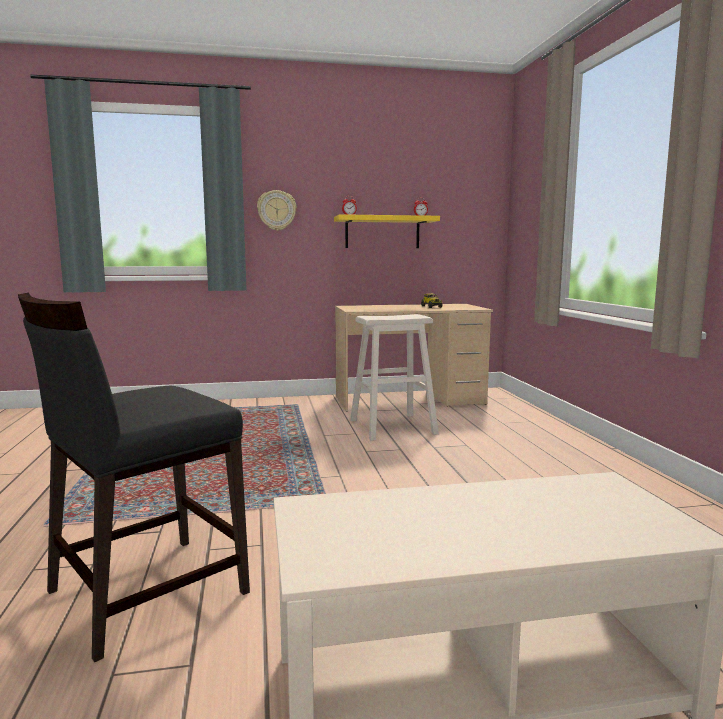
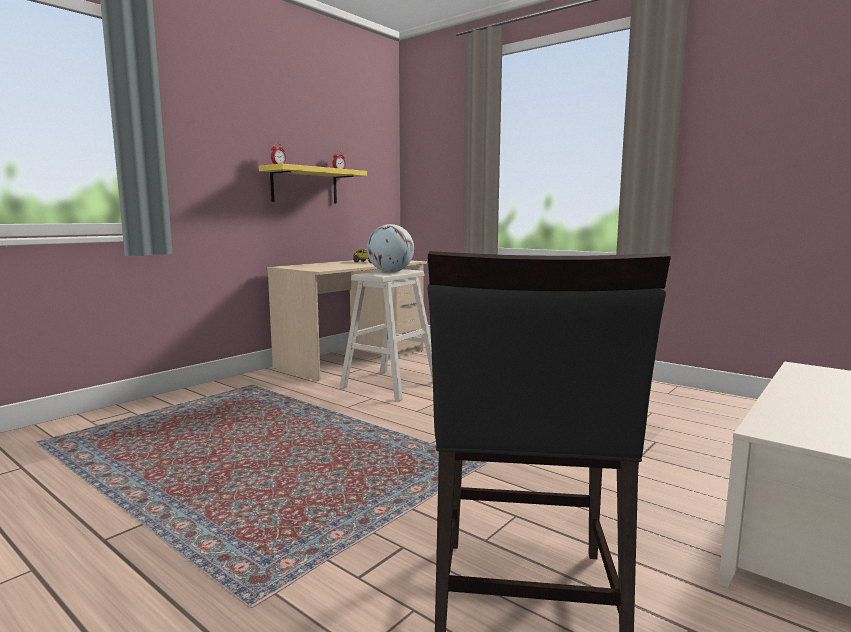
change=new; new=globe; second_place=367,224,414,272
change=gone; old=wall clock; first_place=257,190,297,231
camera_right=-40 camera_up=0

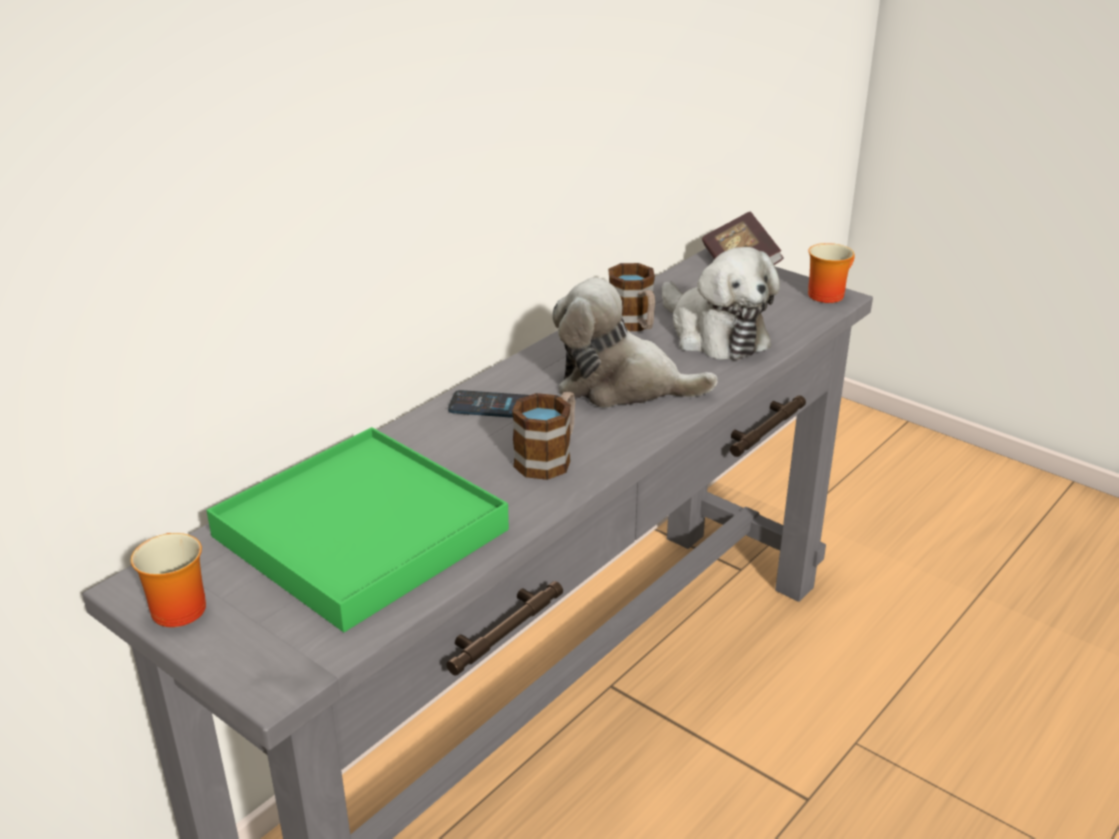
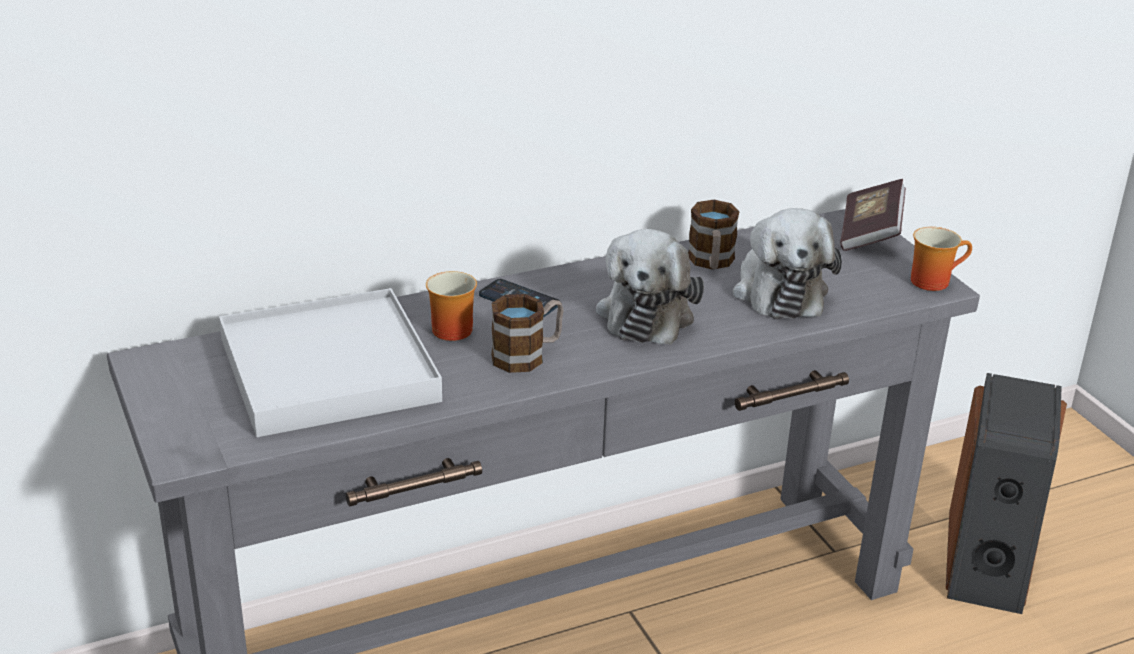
change=repainted; old=green tray; new=white tray; first_place=207,427,509,632; second_place=219,288,442,437
change=shifted; old=mug; first_place=131,533,206,627; second_place=426,271,477,341
change=rotated; old=plush toy; first_place=552,277,718,408; second_place=596,229,704,345; degrees=-120
change=new; new=speaker; second_place=946,373,1067,614
camera_right=25 camera_up=0

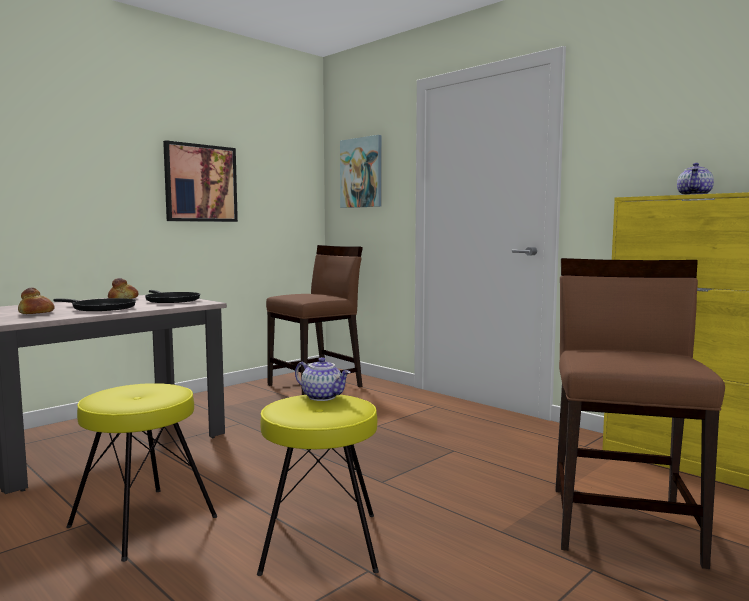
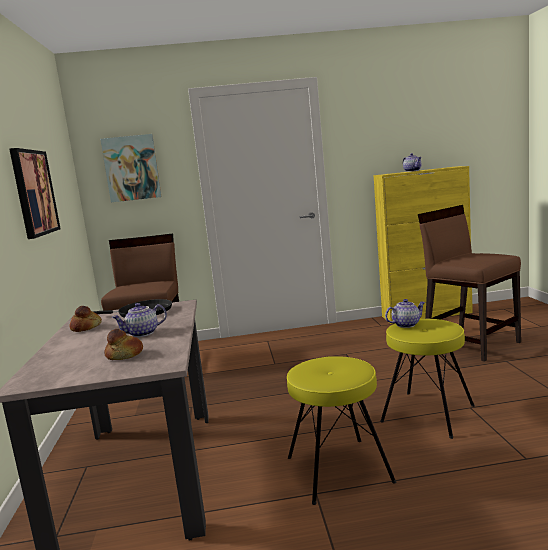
change=swapped; old=black frying pan; new=teapot; first_place=53,298,136,311; second_place=112,303,167,337
camera_right=-50 camera_up=5

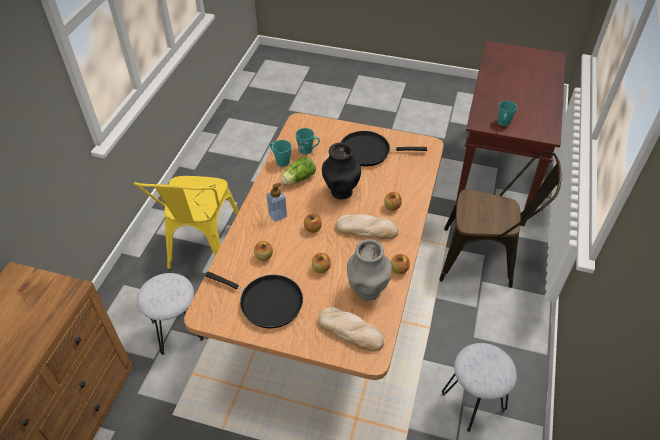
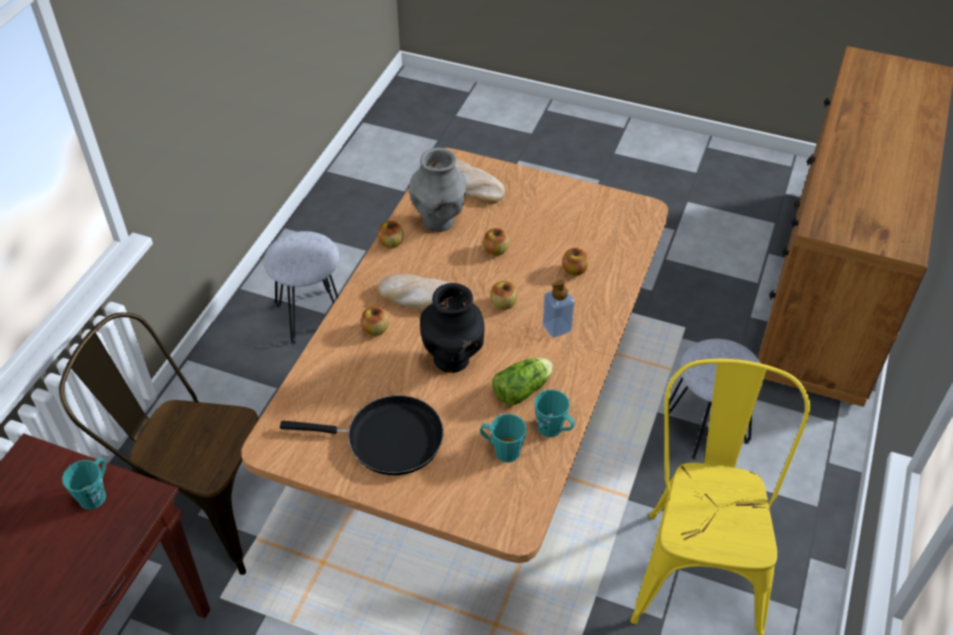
change=gone; old=black frying pan; first_place=205,271,303,328
camera_right=-175 camera_up=0

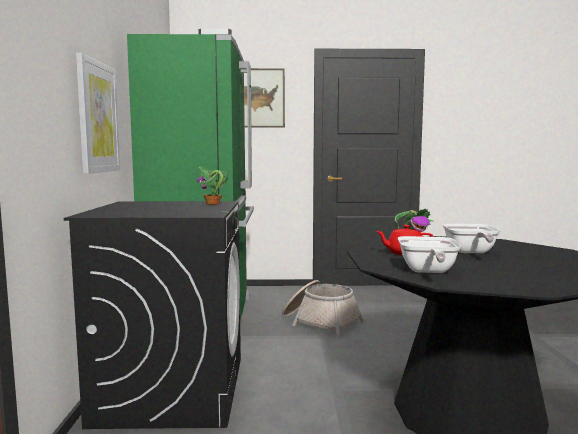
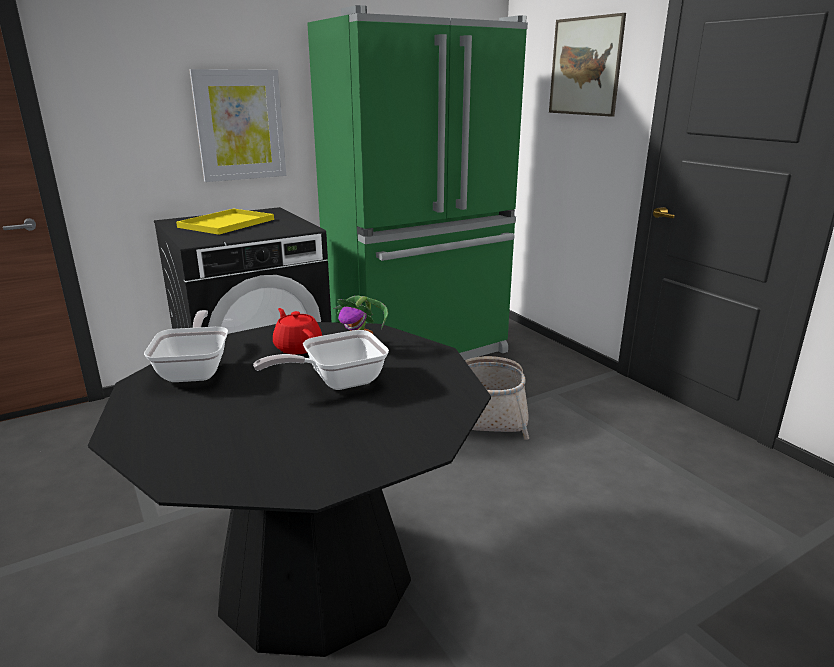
change=rotated; old=frying pan; first_place=398,236,462,273; second_place=144,310,228,382; degrees=105
change=new; new=yellow tray; second_place=176,209,274,235
change=gone; old=potted plant; first_place=197,167,228,205
camera_right=60 camera_up=15

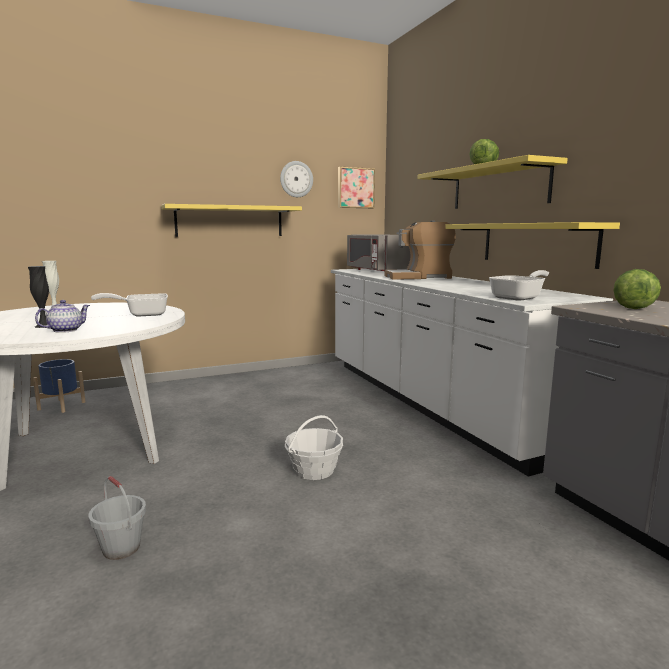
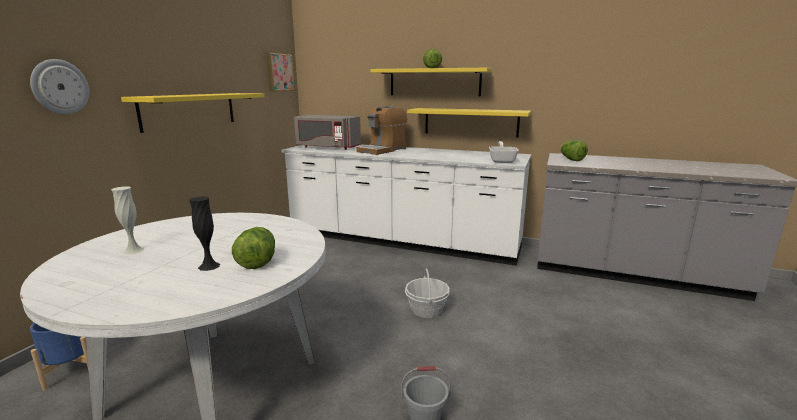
change=shifted; old=wall clock; first_place=280,161,313,197; second_place=30,59,89,114
change=swapped; old=teapot; new=lettuce; first_place=35,300,90,333; second_place=232,227,275,269
change=gone; old=frying pan; first_place=91,293,168,317
camera_right=-45 camera_up=5

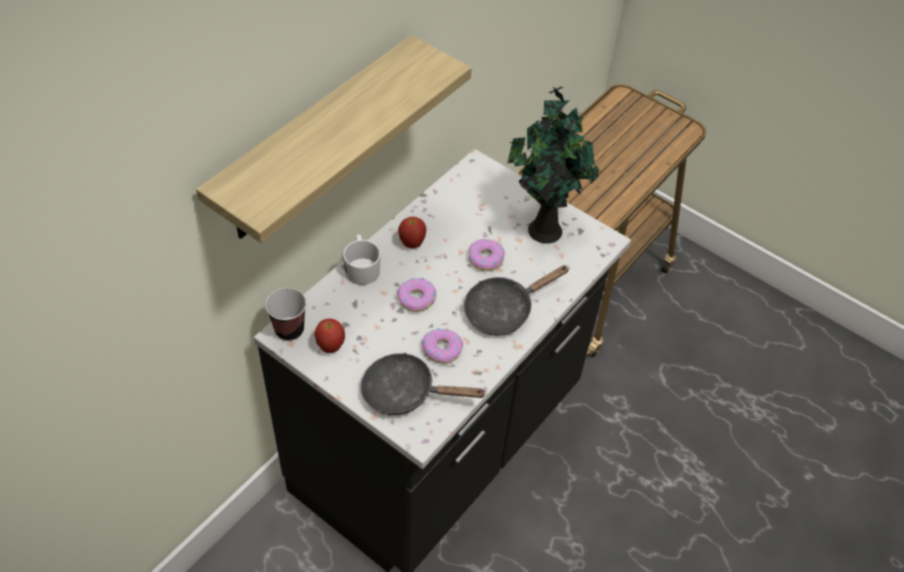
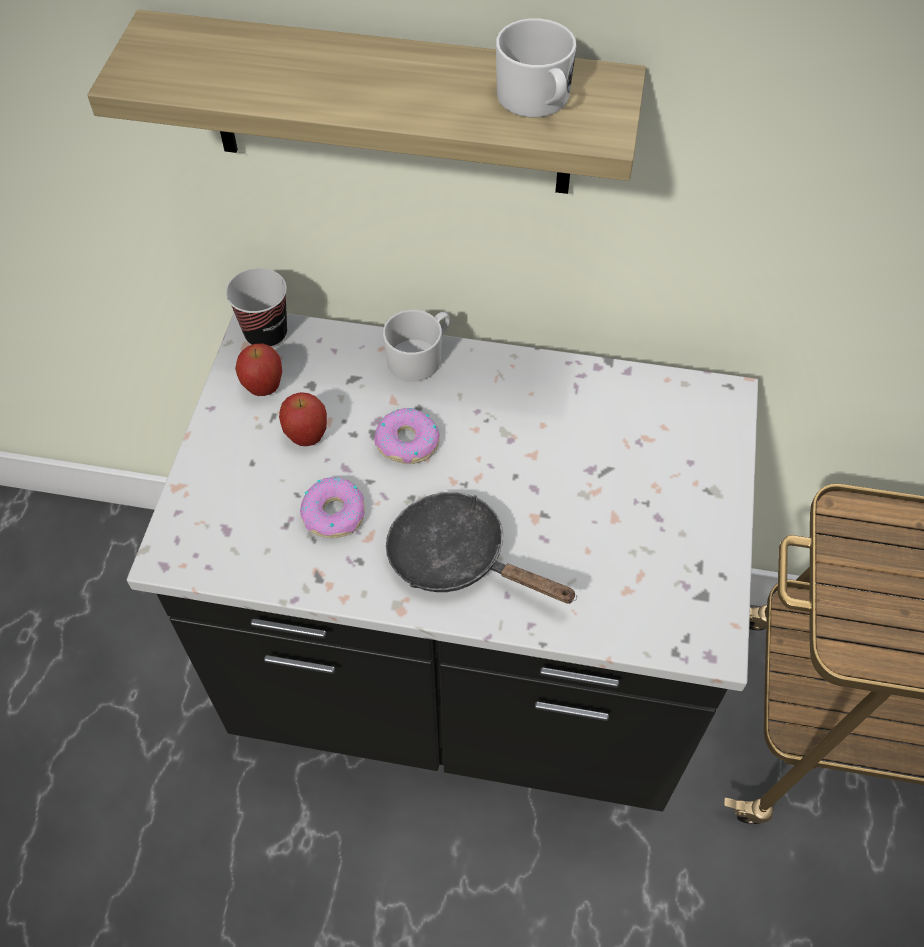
change=shifted; old=apple; first_place=398,216,427,248; second_place=279,392,327,446
change=new; new=white mug; second_place=496,18,577,117
change=gone; old=black frying pan; first_place=360,352,487,415
change=gone; old=donut; first_place=469,239,505,271
change=gone; old=potted plant; first_place=507,87,599,244
camera_right=65 camera_up=5

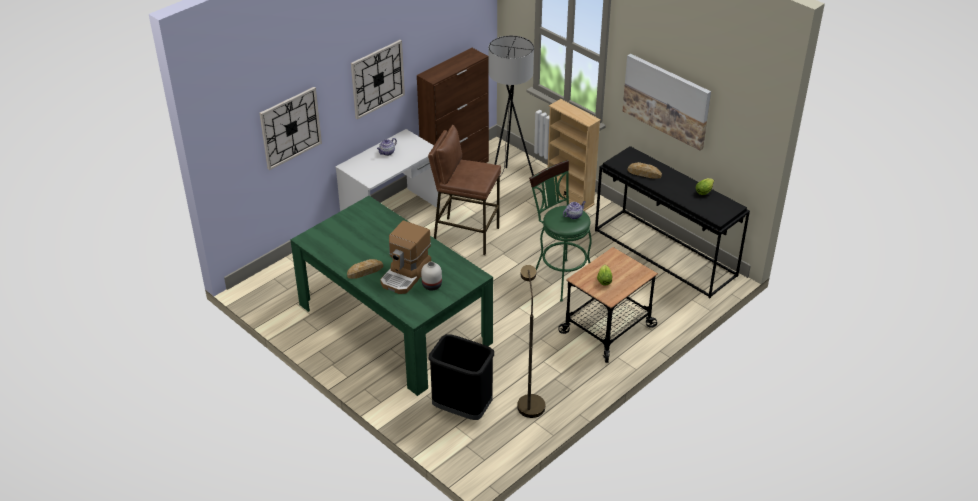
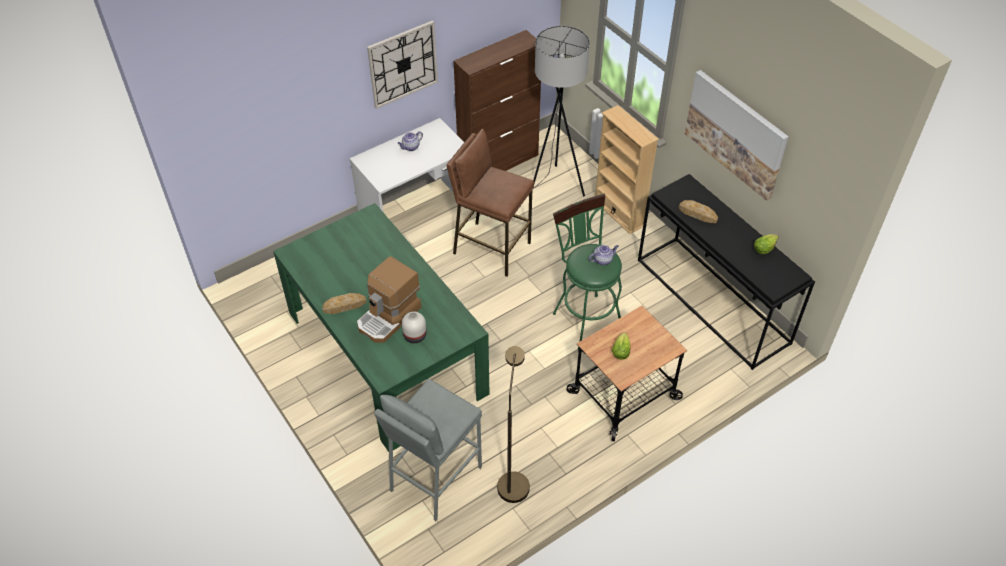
change=swapped; old=black trash can; new=grey stool; first_place=429,334,494,420; second_place=374,379,482,521
change=gone; old=wall clock; first_place=259,87,322,170
camera_right=10 camera_up=10

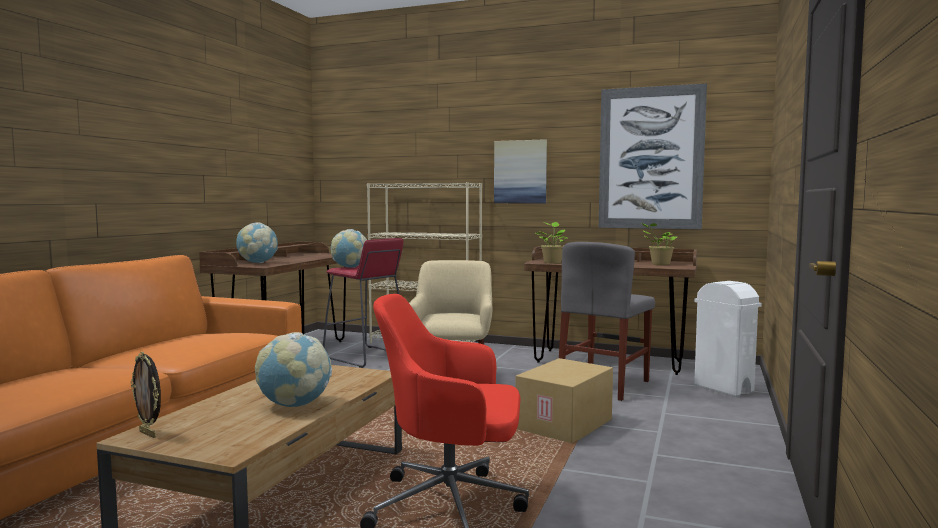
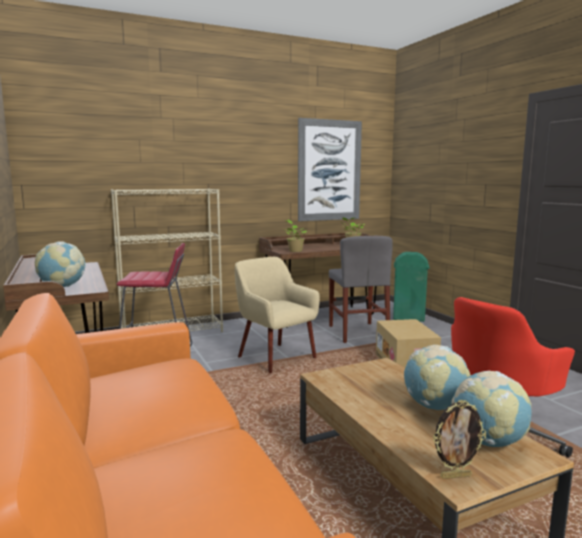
change=repainted; old=white trash can; new=green trash can; first_place=694,281,761,397; second_place=393,252,429,322
change=shifted; old=globe; first_place=331,229,367,268; second_place=451,371,532,447
change=gone; old=picture; first_place=494,139,547,203
camera_right=-45 camera_up=5

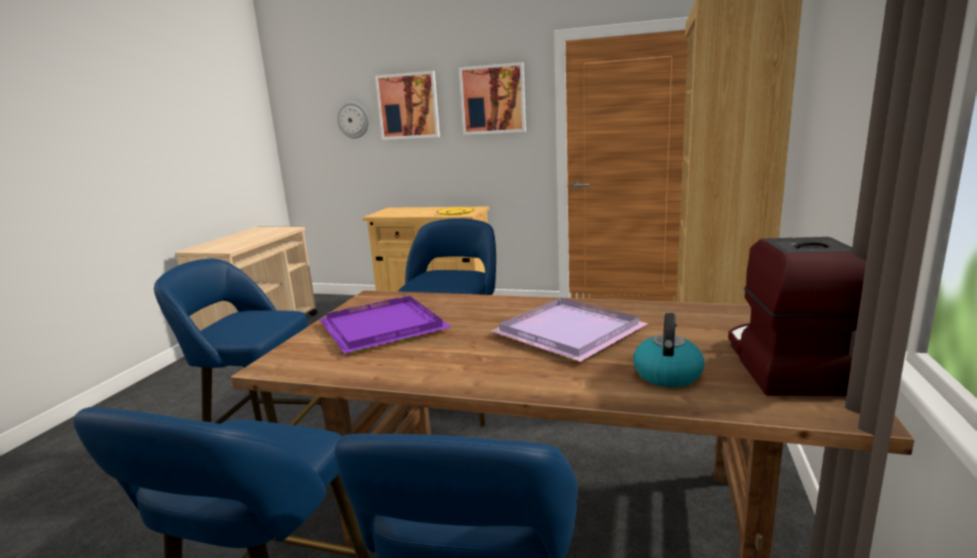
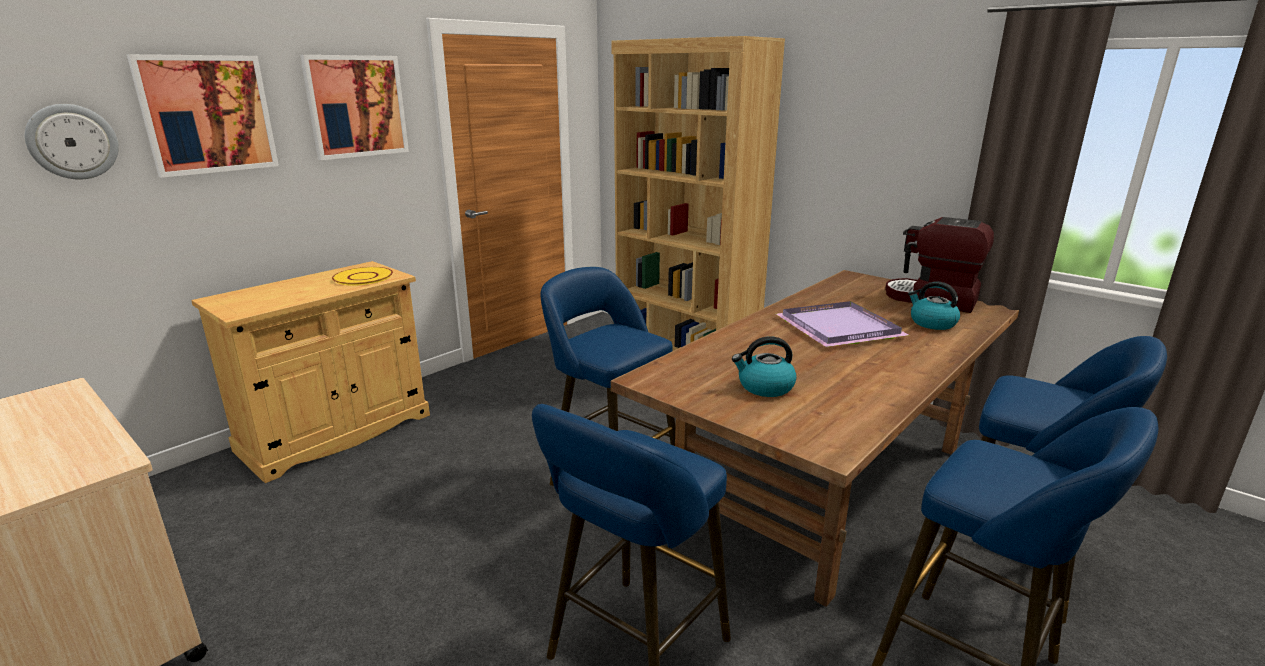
change=swapped; old=purple tray; new=kettle; first_place=320,296,451,353; second_place=732,336,797,397
camera_right=-65 camera_up=5

